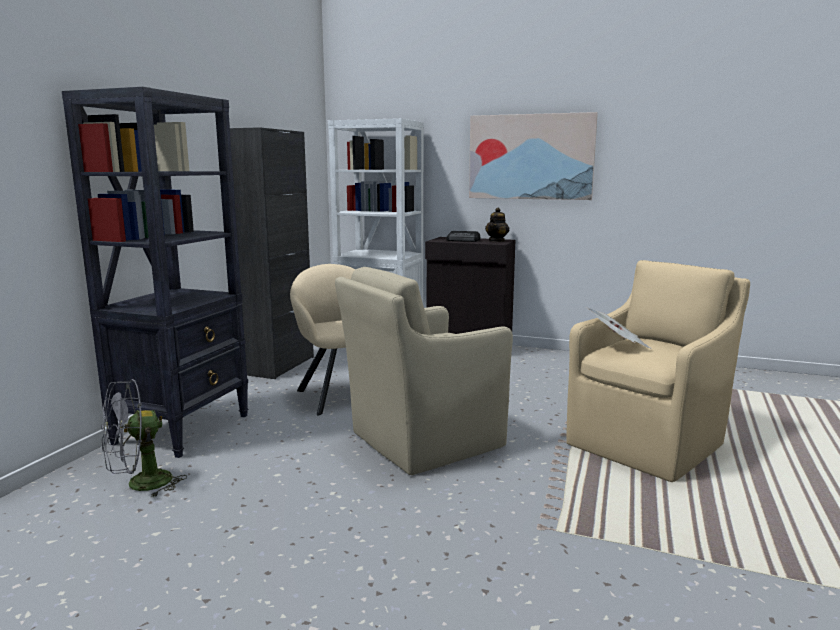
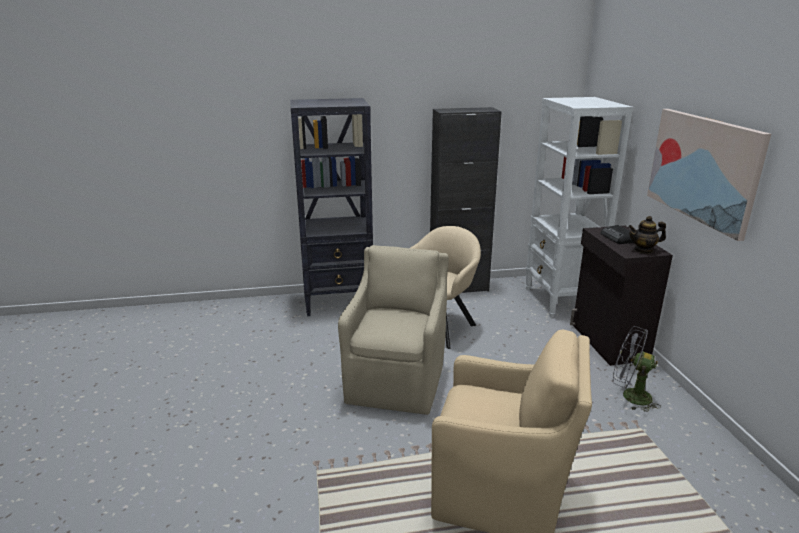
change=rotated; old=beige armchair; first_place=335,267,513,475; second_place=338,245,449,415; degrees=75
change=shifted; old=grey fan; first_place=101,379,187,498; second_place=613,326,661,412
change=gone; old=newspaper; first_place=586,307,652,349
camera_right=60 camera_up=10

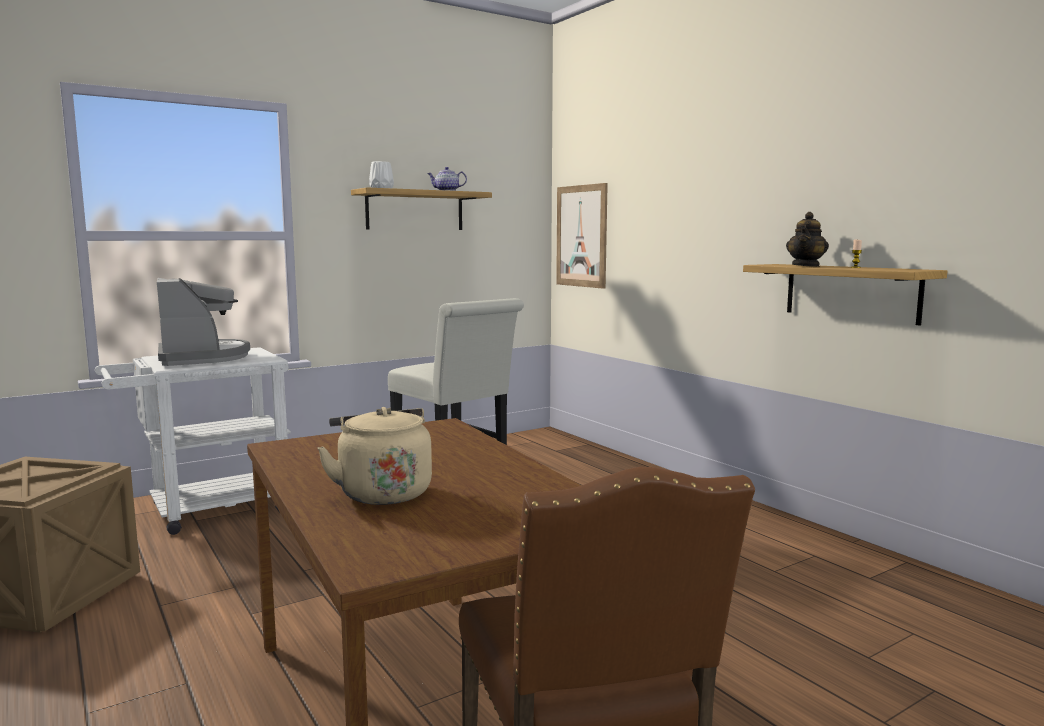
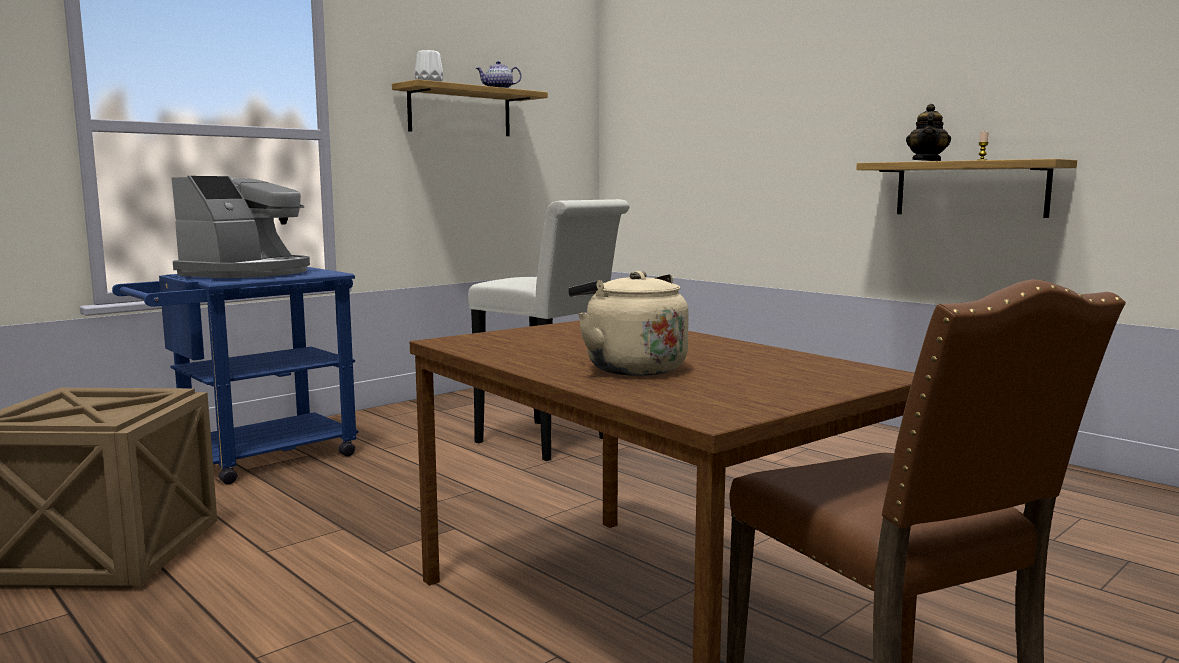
change=repainted; old=white cart; new=blue cart; first_place=95,347,291,535; second_place=112,267,359,484
change=rotated; old=coffee machine; first_place=157,278,250,366; second_place=172,176,310,278; degrees=60
change=gone; old=picture; first_place=556,183,608,289
camera_right=-10 camera_up=0

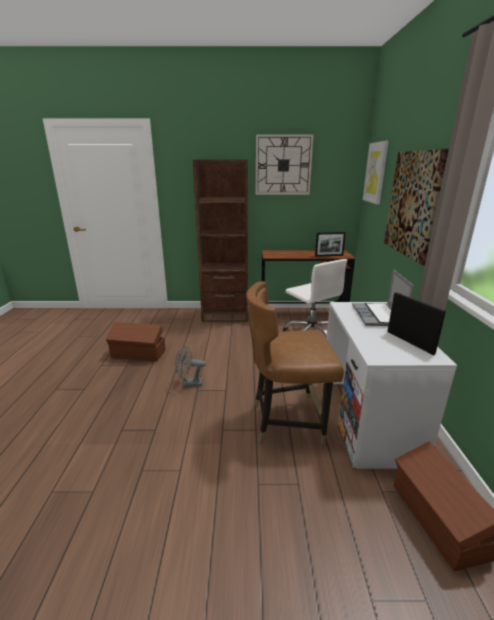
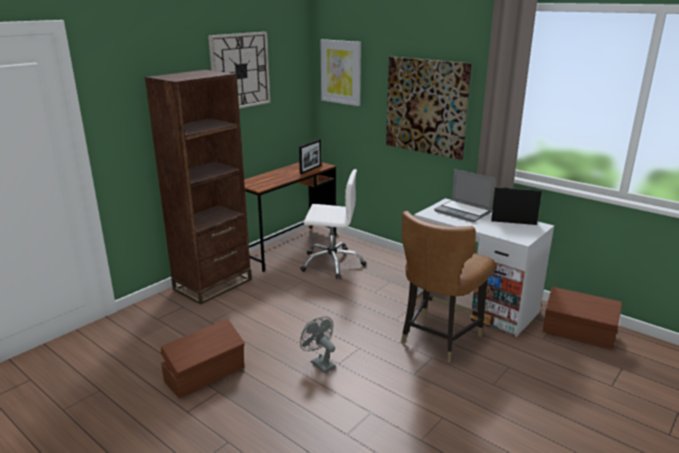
change=rotated; old=grey fan; first_place=175,345,206,387; second_place=300,317,336,373; degrees=105
camera_right=-50 camera_up=0

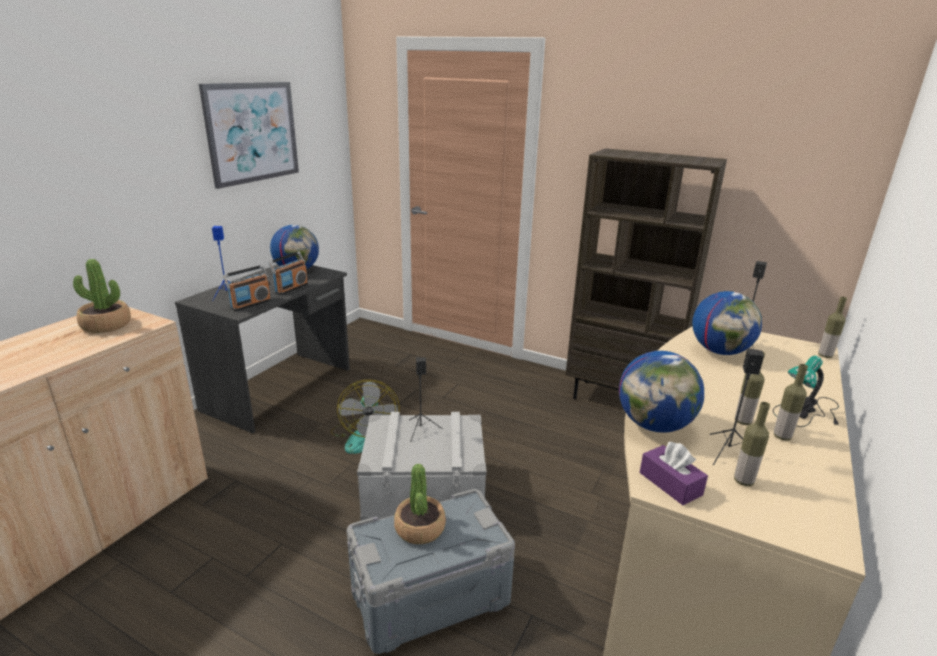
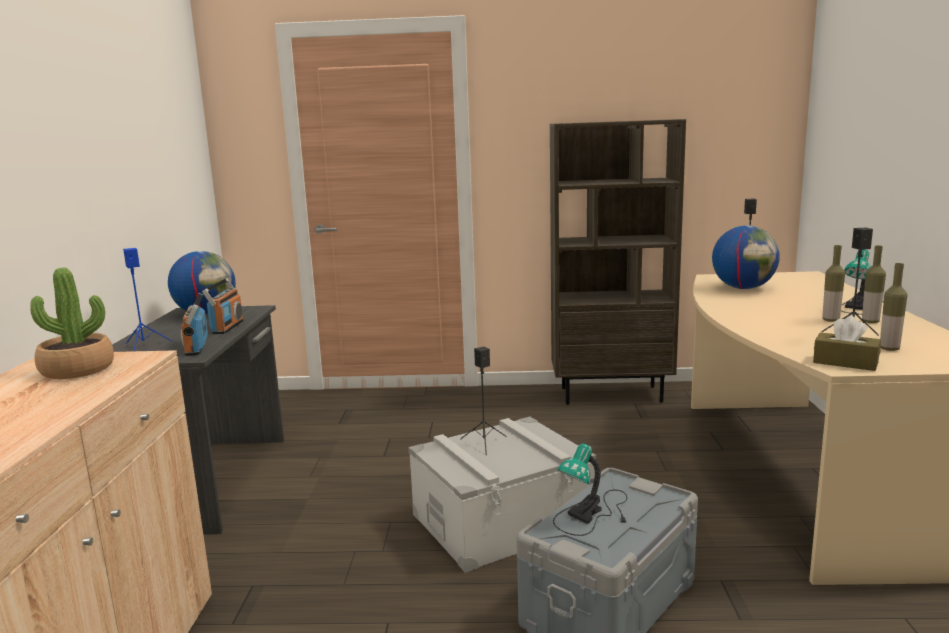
change=rotated; old=radio; first_place=223,265,271,311; second_place=181,293,208,356; degrees=150
change=swapped; old=potted plant; new=table lamp; first_place=394,464,446,544; second_place=553,443,627,536
change=repainted; old=purple tissue box; new=brown tissue box; first_place=640,442,708,505; second_place=813,316,881,371
change=gone; old=picture; first_place=199,82,299,189
change=gone; old=fan; first_place=331,380,399,454
change=gone; old=globe; first_place=619,351,704,433
change=gone; old=bottle; first_place=818,297,847,358
camera_right=-25 camera_up=-10

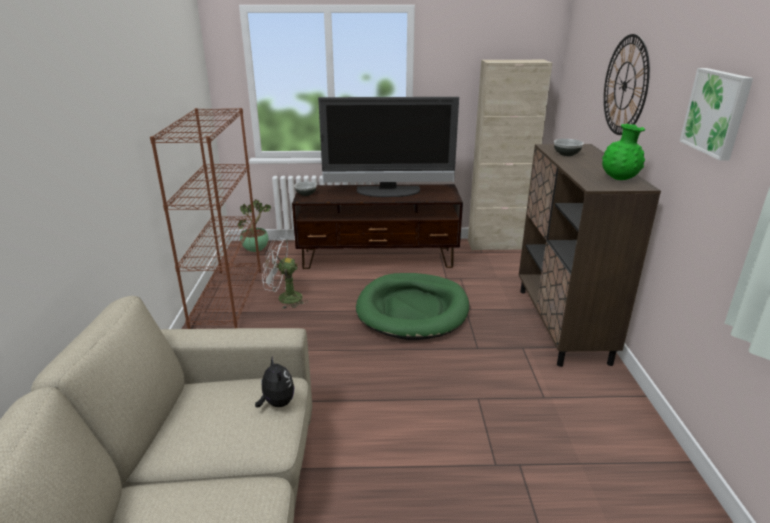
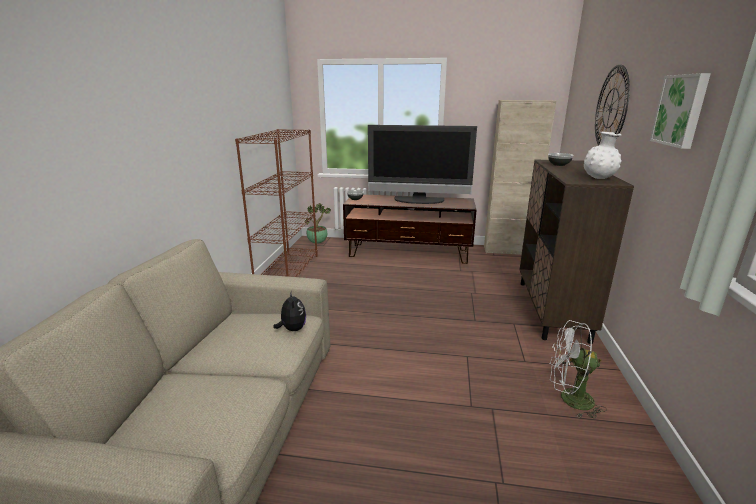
change=shifted; old=white fan; first_place=262,237,307,309; second_place=549,320,607,419
change=repainted; old=green vase; new=white vase; first_place=602,124,645,180; second_place=584,132,622,179
change=gone; old=green dog bed; first_place=356,273,469,340
camera_right=10 camera_up=-5

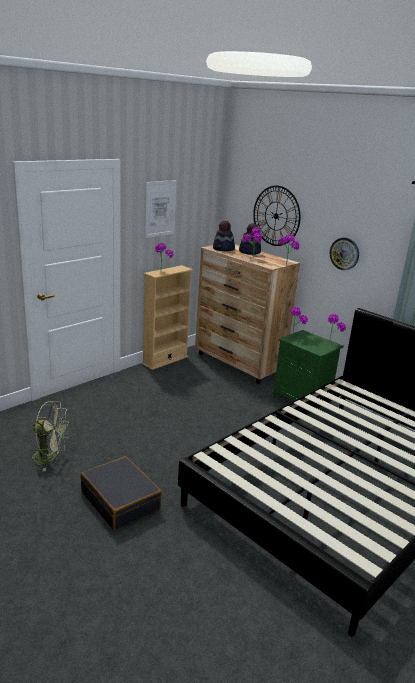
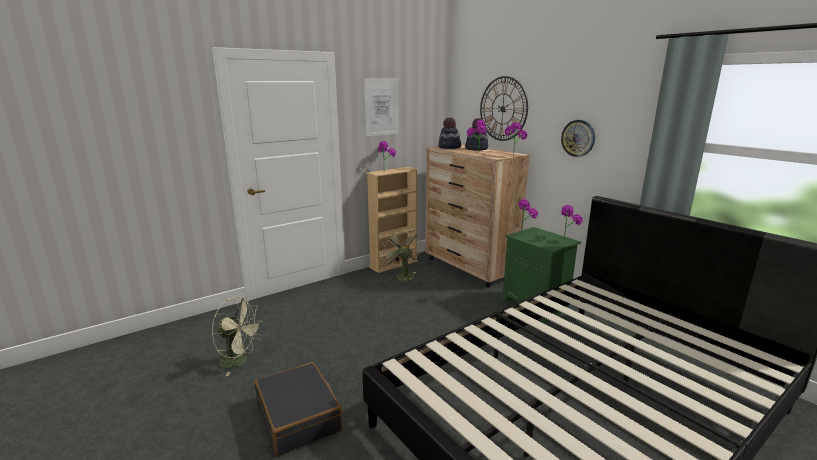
change=new; new=green fan; second_place=382,229,421,284
camera_right=10 camera_up=-5

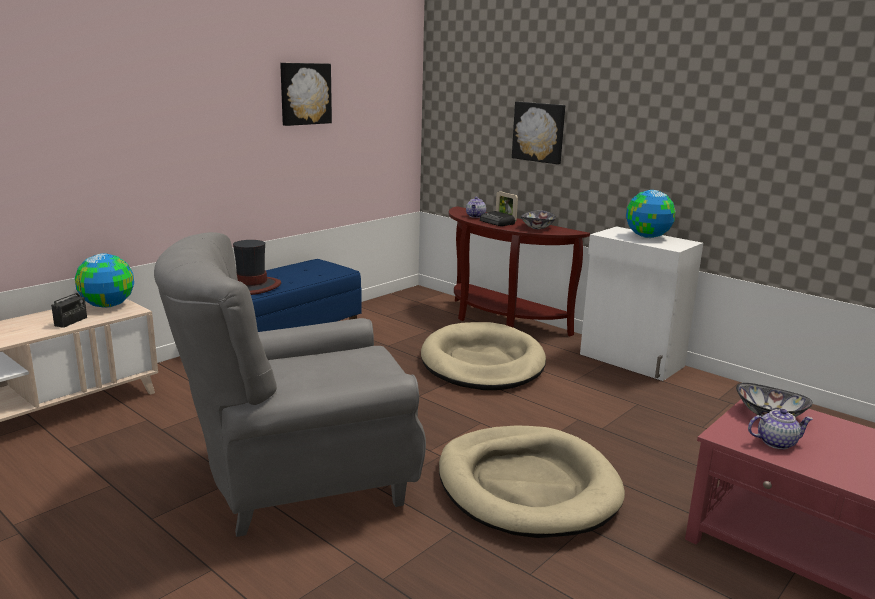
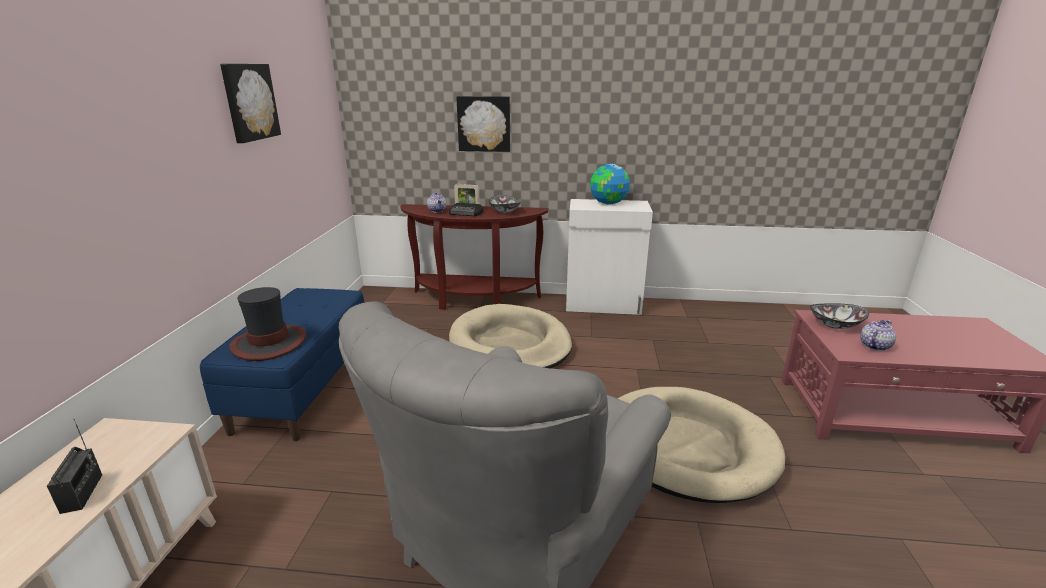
change=gone; old=globe; first_place=75,253,134,308
camera_right=-35 camera_up=5

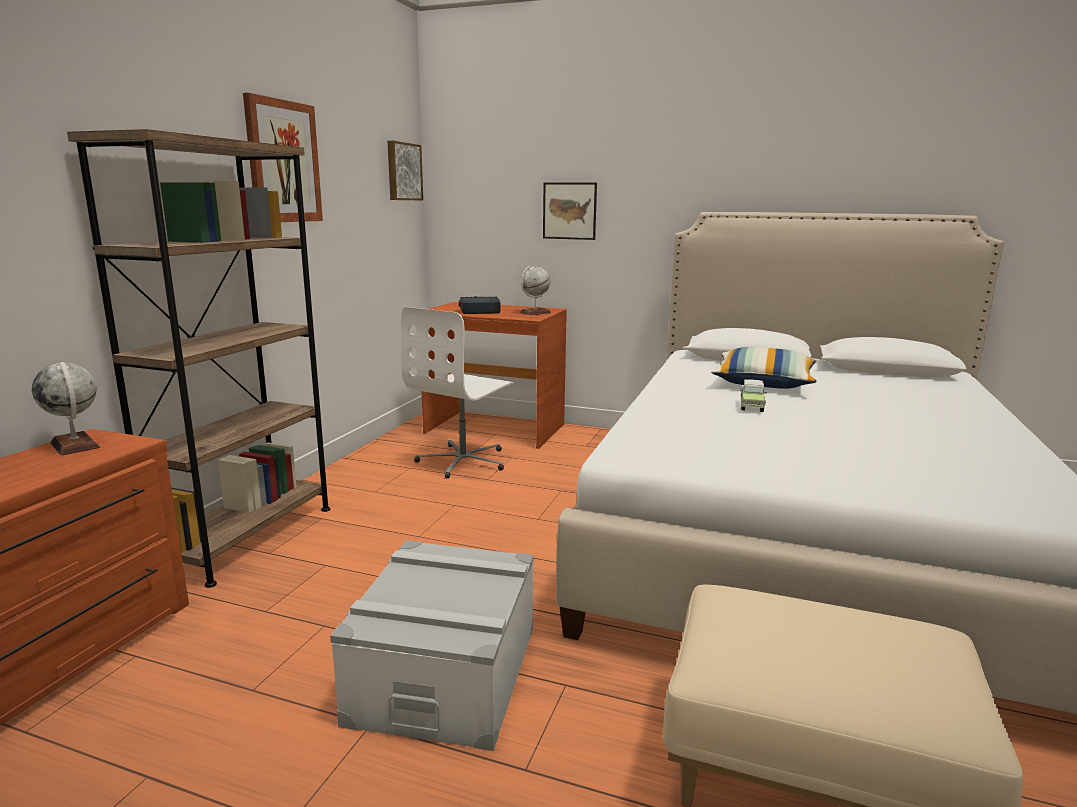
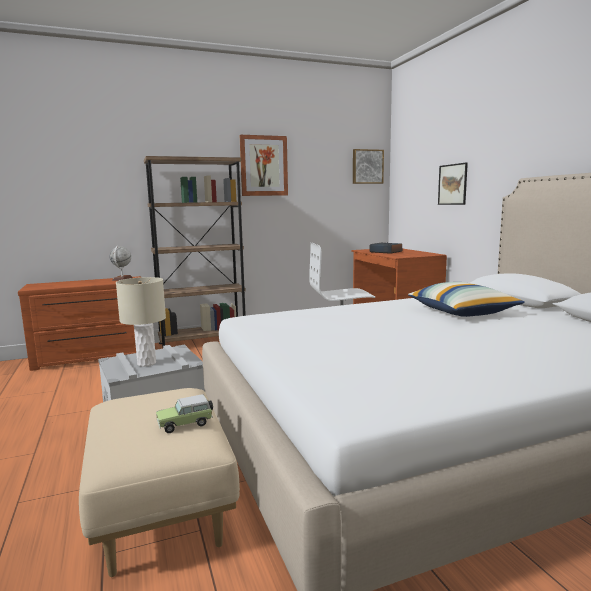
change=new; new=beige table lamp; second_place=116,277,166,367
change=shifted; old=toy car; first_place=740,379,767,412; second_place=156,394,213,433
change=gone; old=globe; first_place=520,265,551,315
camera_right=50 camera_up=-5

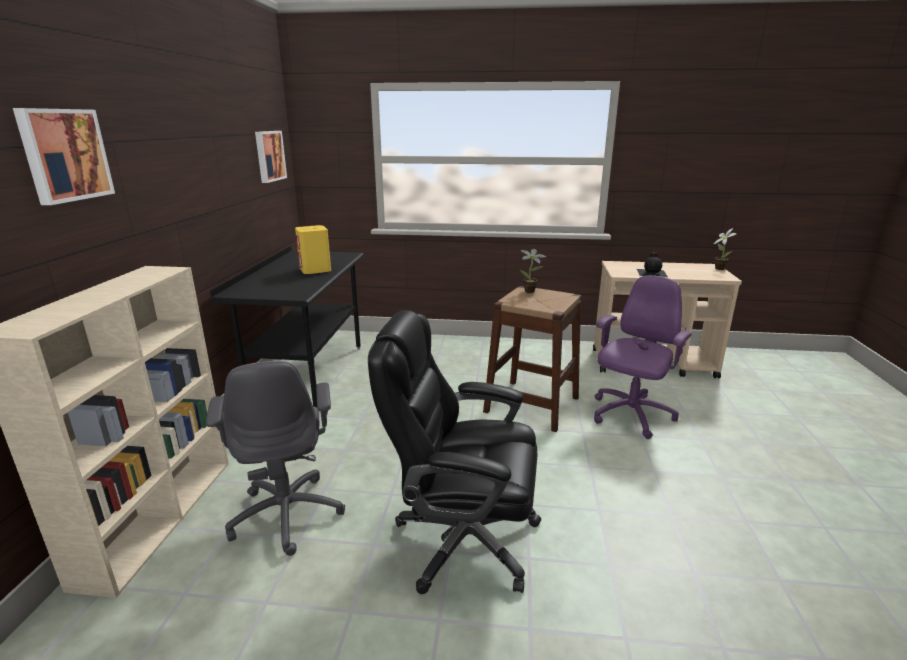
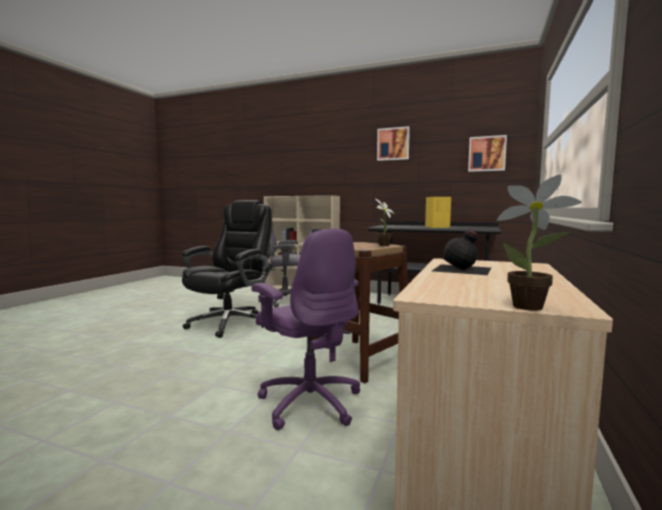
change=shifted; old=picture; first_place=13,108,115,205; second_place=377,126,410,161
camera_right=105 camera_up=-15

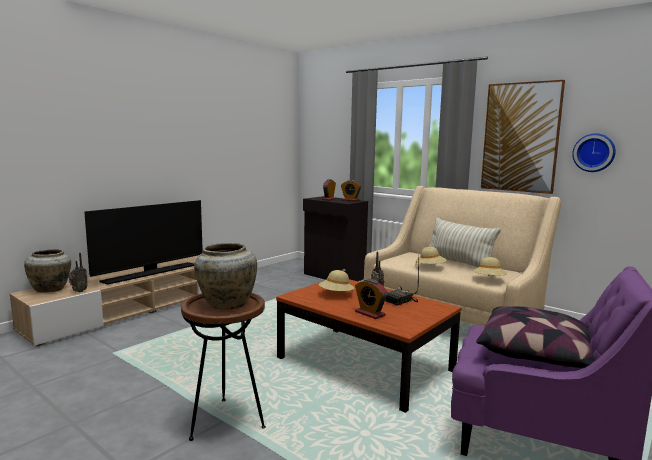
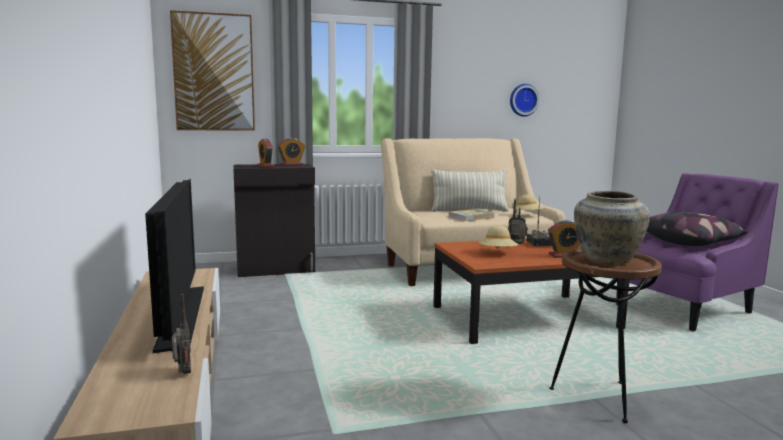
change=shifted; old=picture; first_place=481,80,565,194; second_place=170,10,255,131
change=swapped; old=beige hat; new=book; first_place=416,247,446,265; second_place=449,209,495,221
change=gone; old=beige vase; first_place=24,249,71,293
camera_right=-55 camera_up=0

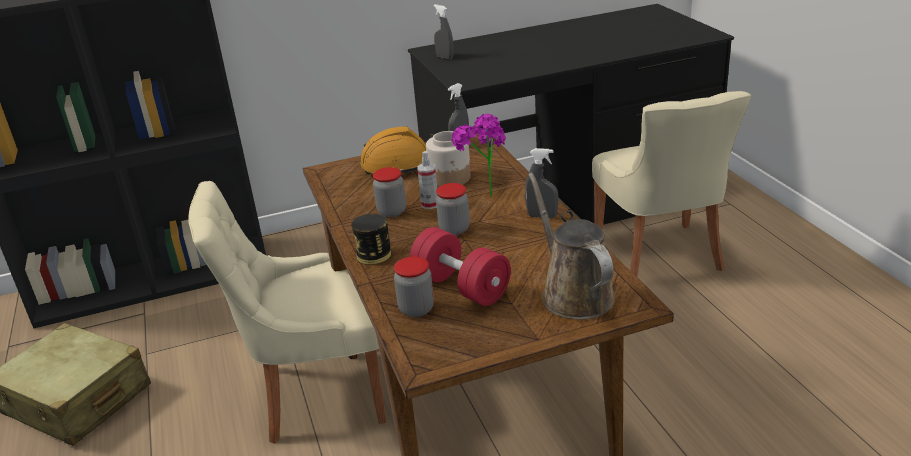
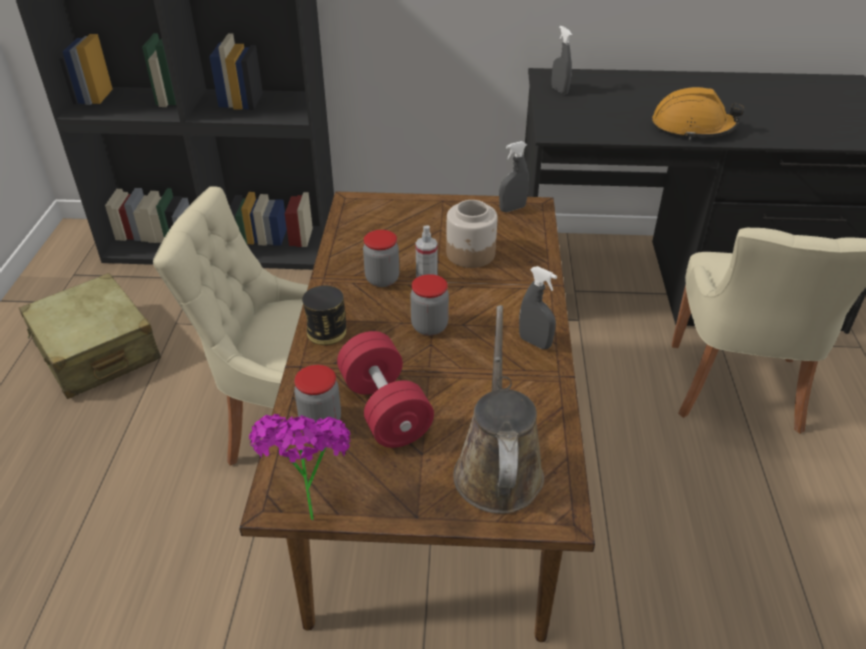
change=shifted; old=potted plant; first_place=451,114,506,196; second_place=249,414,351,520
change=shifted; old=orange hard hat; first_place=360,126,435,175; second_place=652,87,745,140
camera_right=20 camera_up=10

